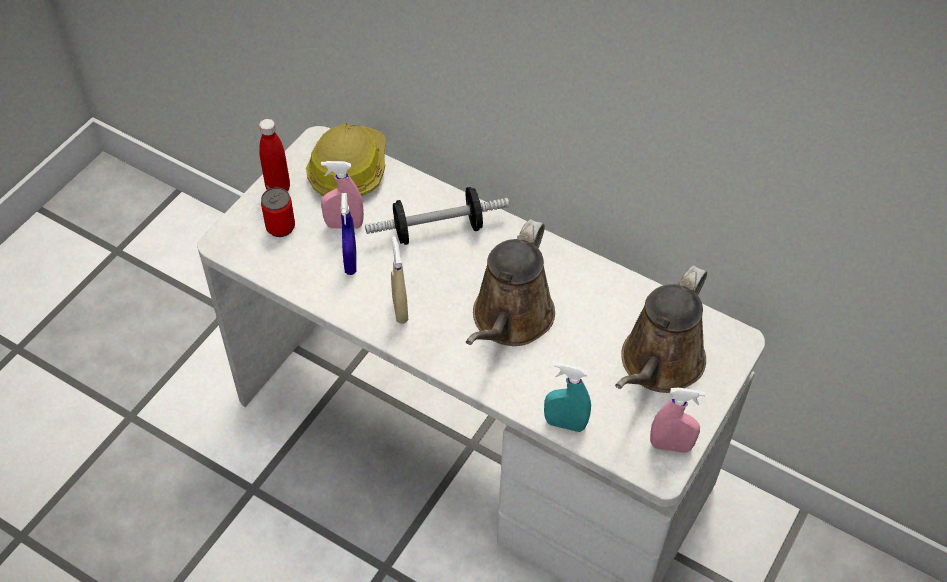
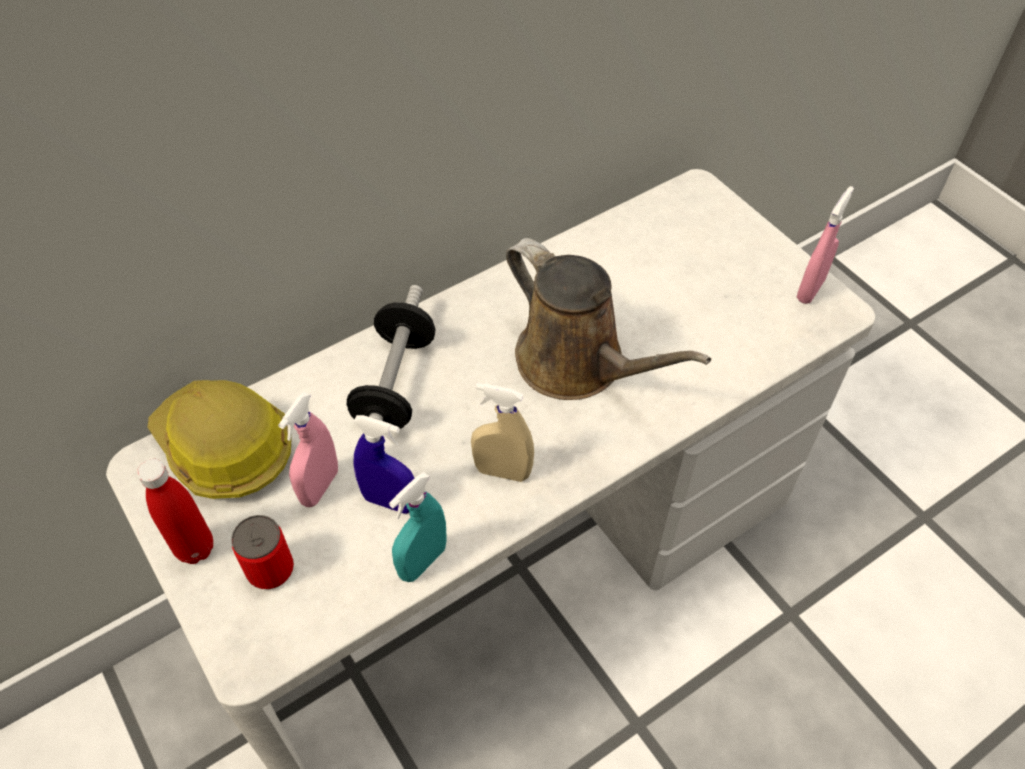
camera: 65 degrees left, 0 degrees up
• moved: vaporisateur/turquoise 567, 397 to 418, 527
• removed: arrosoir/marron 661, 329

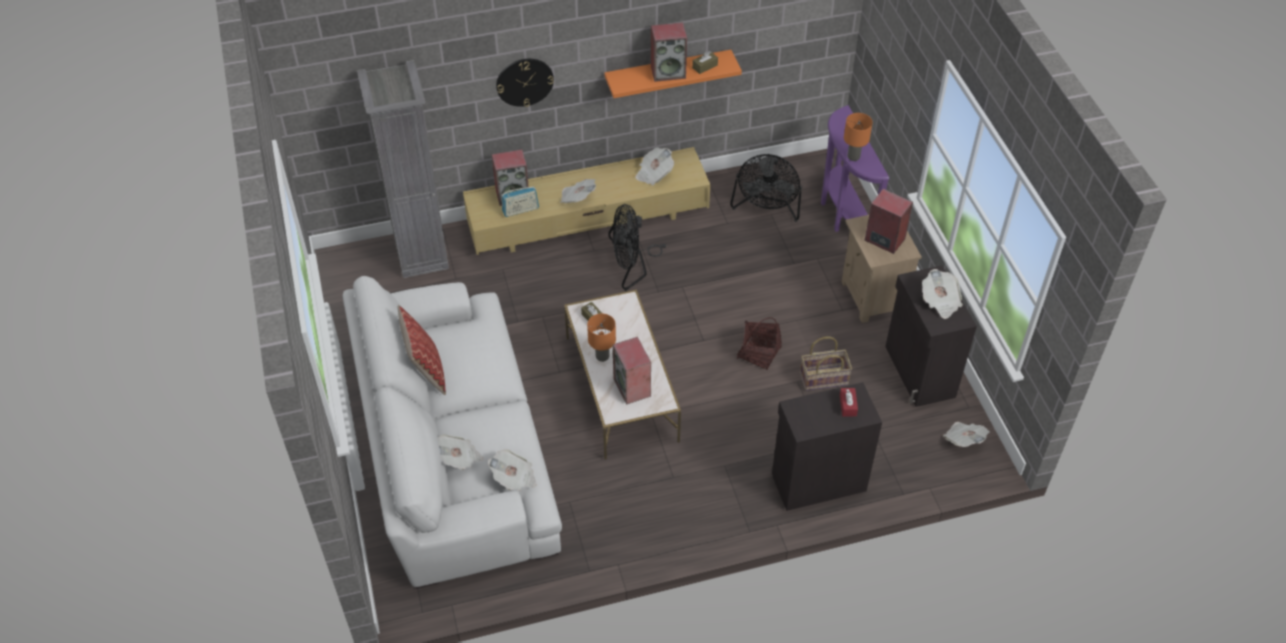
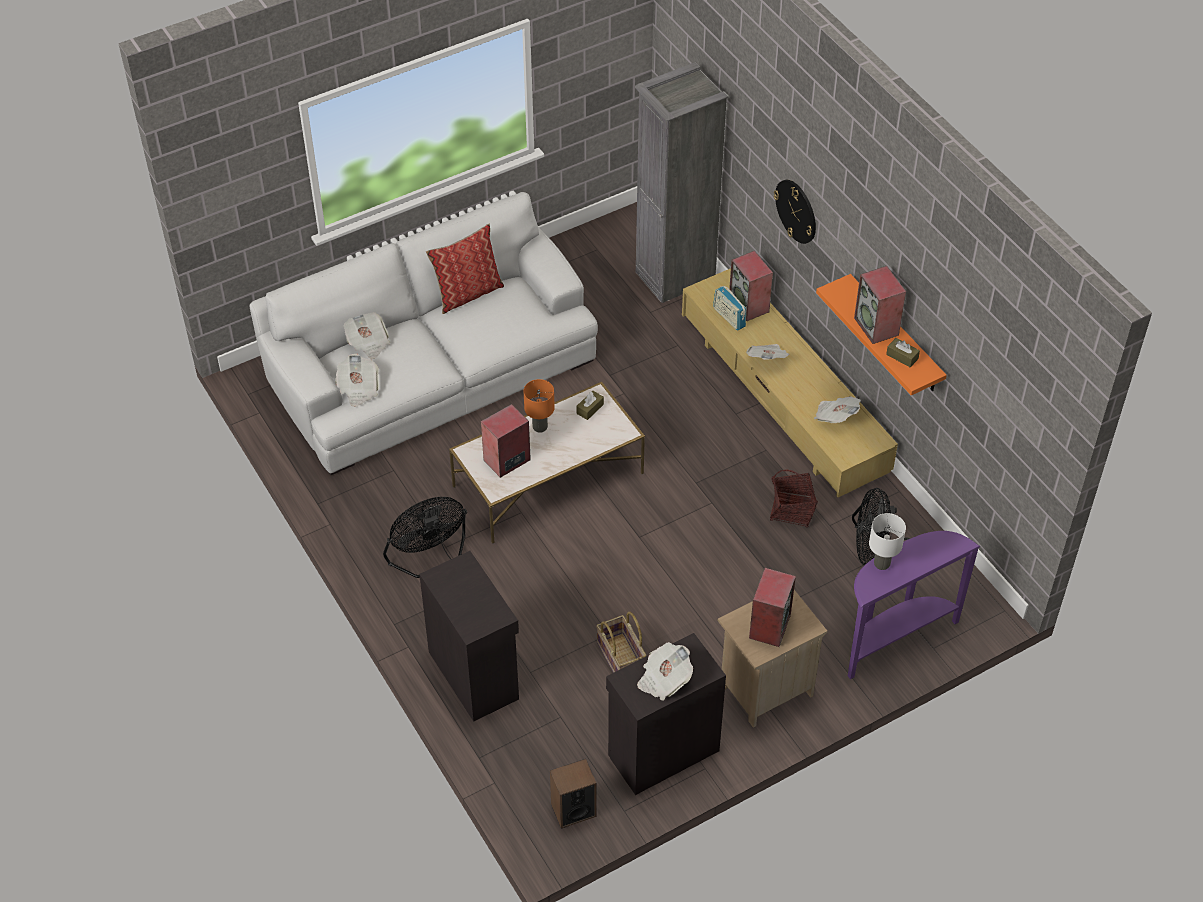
camera: 75 degrees right, 0 degrees up
• moved: ventilateur/noir 637, 247 to 425, 537
• moved: panier 759, 343 to 794, 499
• removed: boîte à mouchoirs/rouge 849, 402
• recoloured: lampe de table/orange 858, 137 to lampe de table/blanc 887, 541
• replaced: journal 966, 434 to enceinte 573, 794

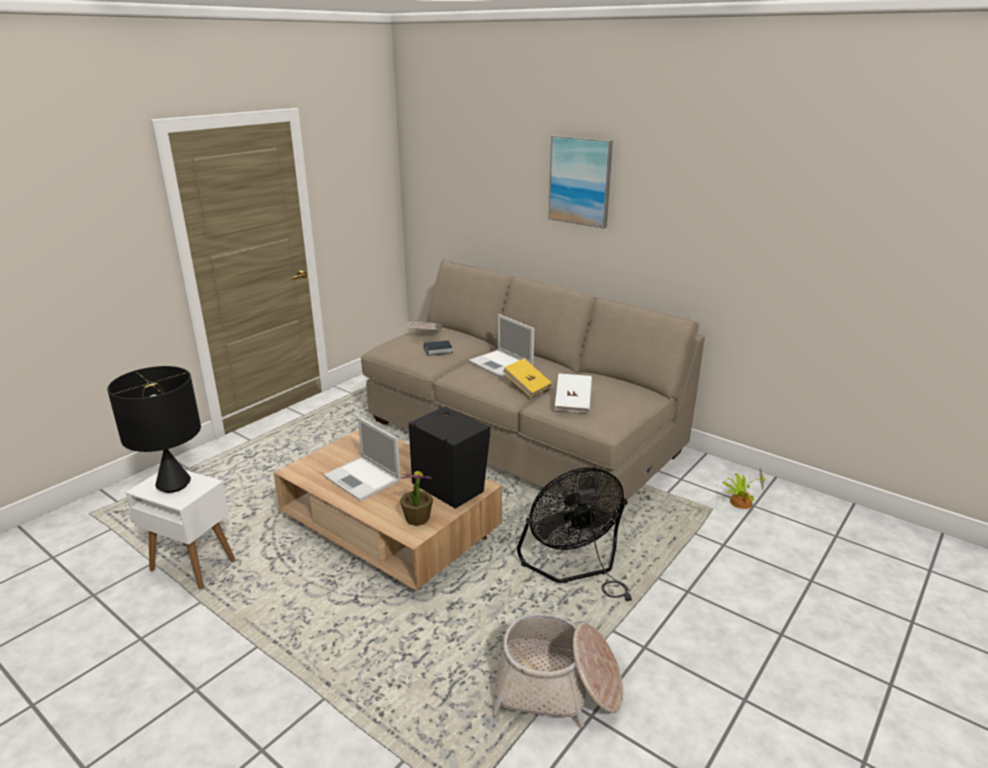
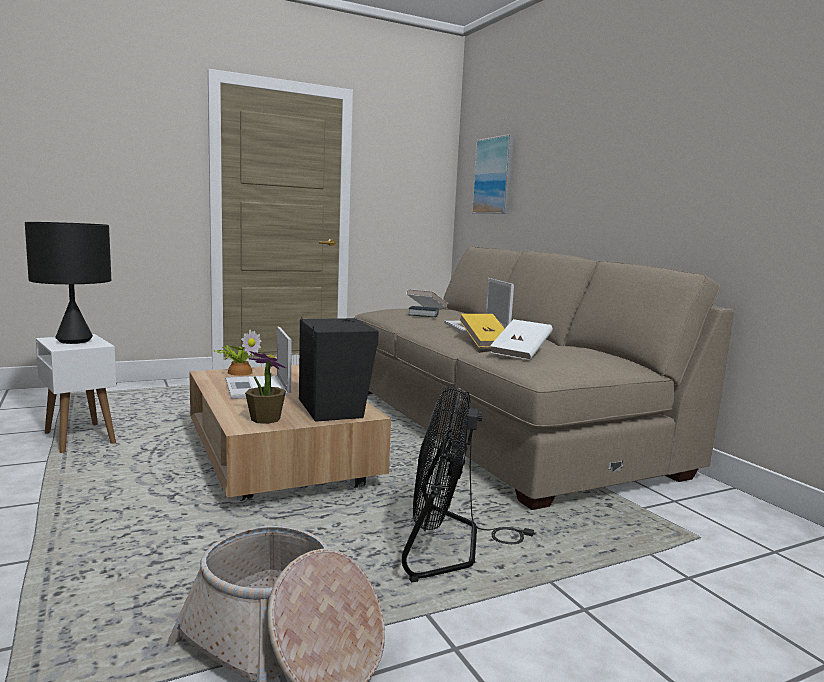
camera: 25 degrees right, 15 degrees down
• turned: ventilateur/noir 574, 535 = 469, 484 90 degrees counterclockwise
• moved: tableau 580, 182 to 493, 174
• moved: plante en pot 743, 488 to 237, 353

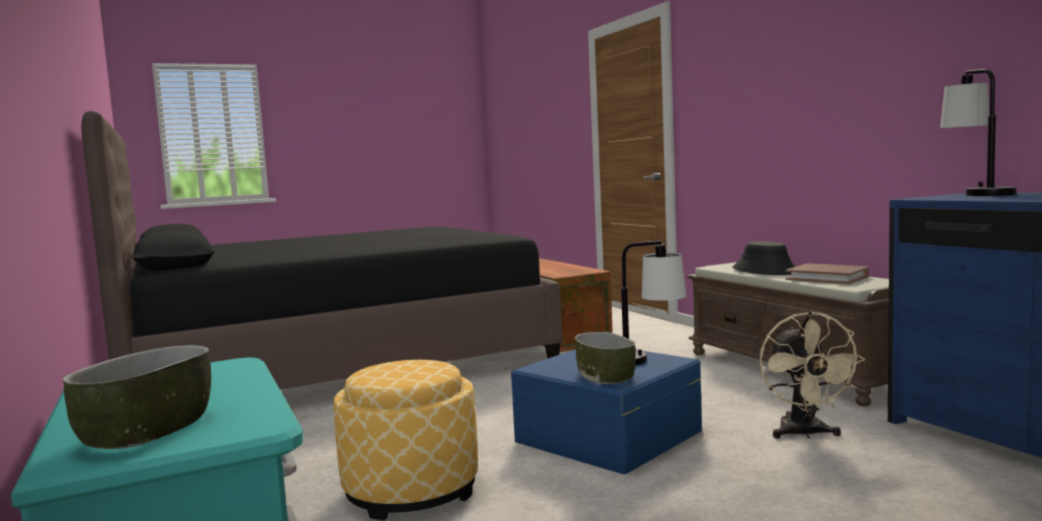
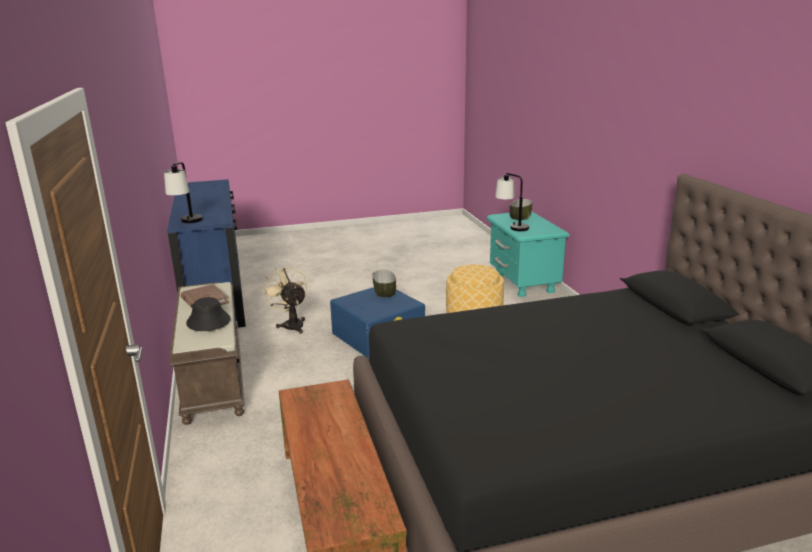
camera: 170 degrees left, 15 degrees up
• moved: lampe de table 653, 303 to 512, 202
• turned: ventilateur/beige 812, 375 = 284, 299 45 degrees counterclockwise

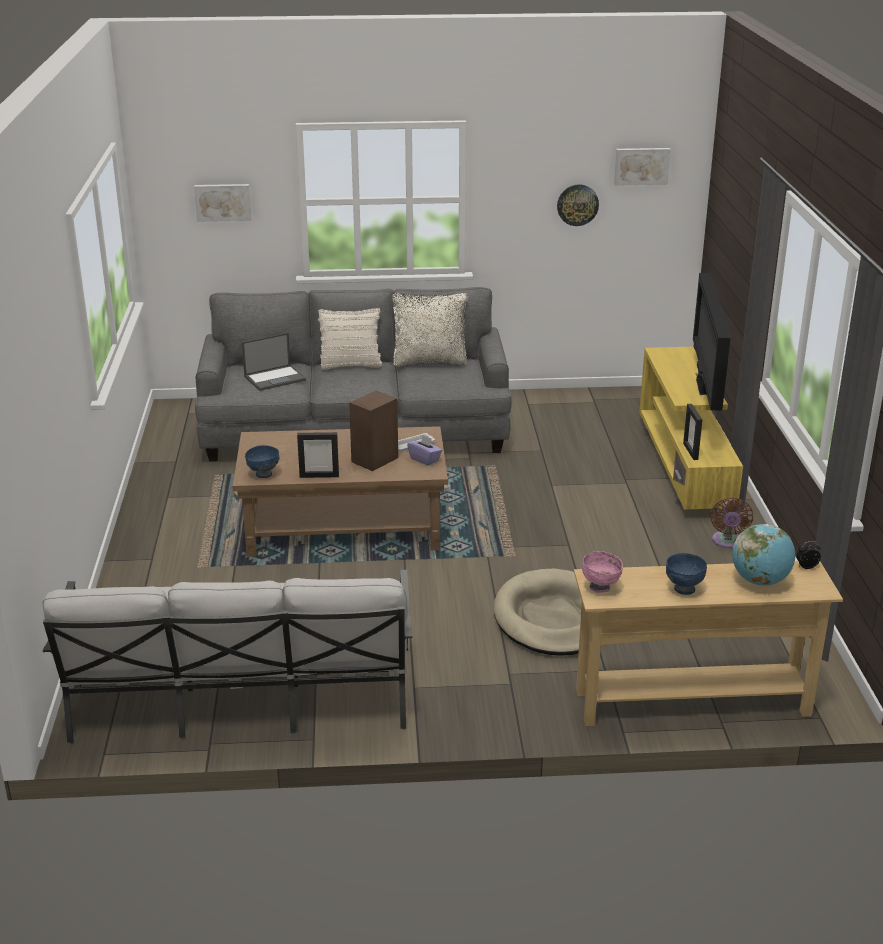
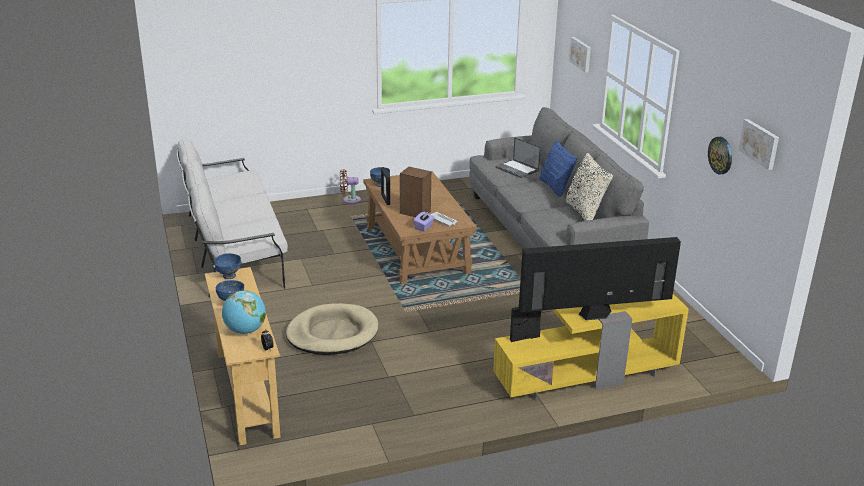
camera: 75 degrees right, 0 degrees up
• recoloured: coussin/beige 350, 339 to coussin/bleu 558, 169
• recoloured: bol/rose 602, 572 to bol/bleu 227, 266
• moved: ventilateur/marron 732, 522 to 350, 186

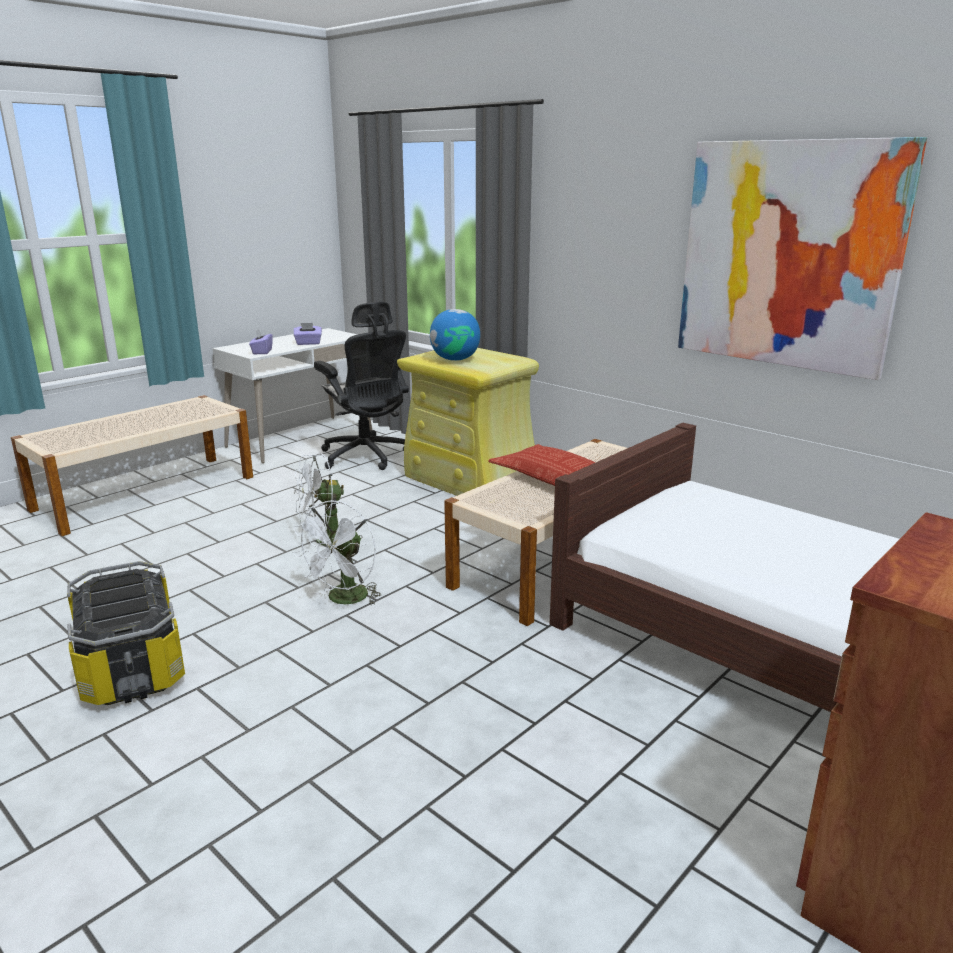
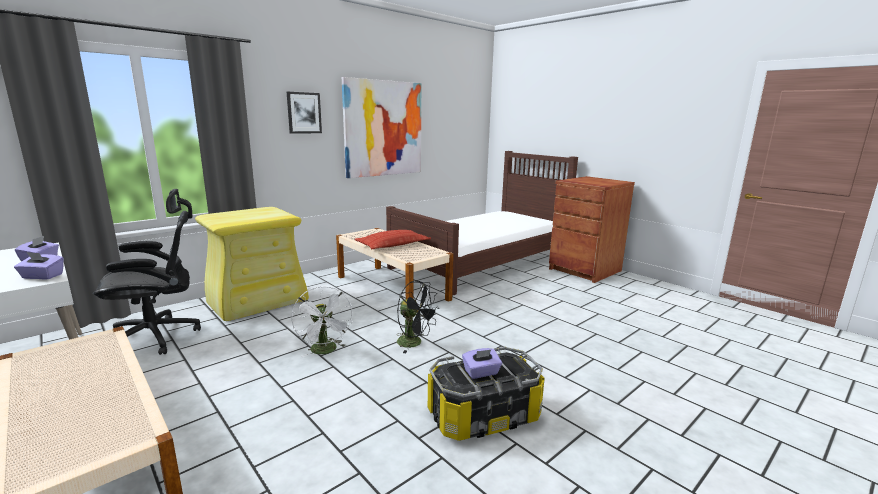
camera: 85 degrees left, 5 degrees down
• recoloured: ventilateur/blanc 336, 552 to ventilateur/noir 418, 316
• removed: globe 455, 335
• added: tableau 304, 113
• added: boîte à mouchoirs/violet 482, 363

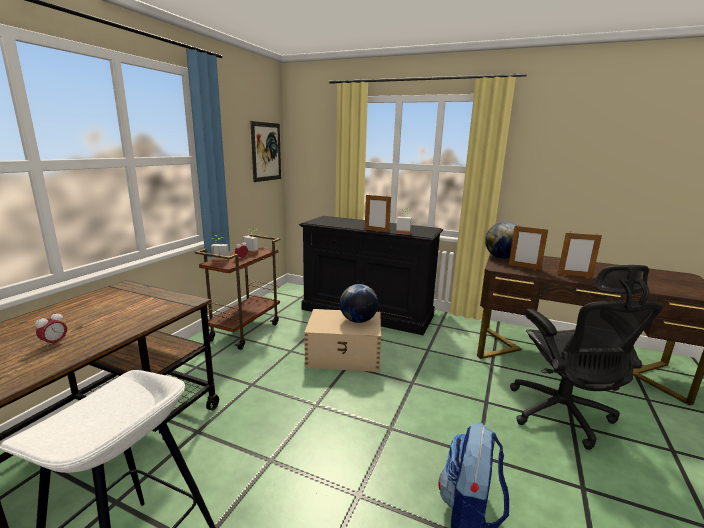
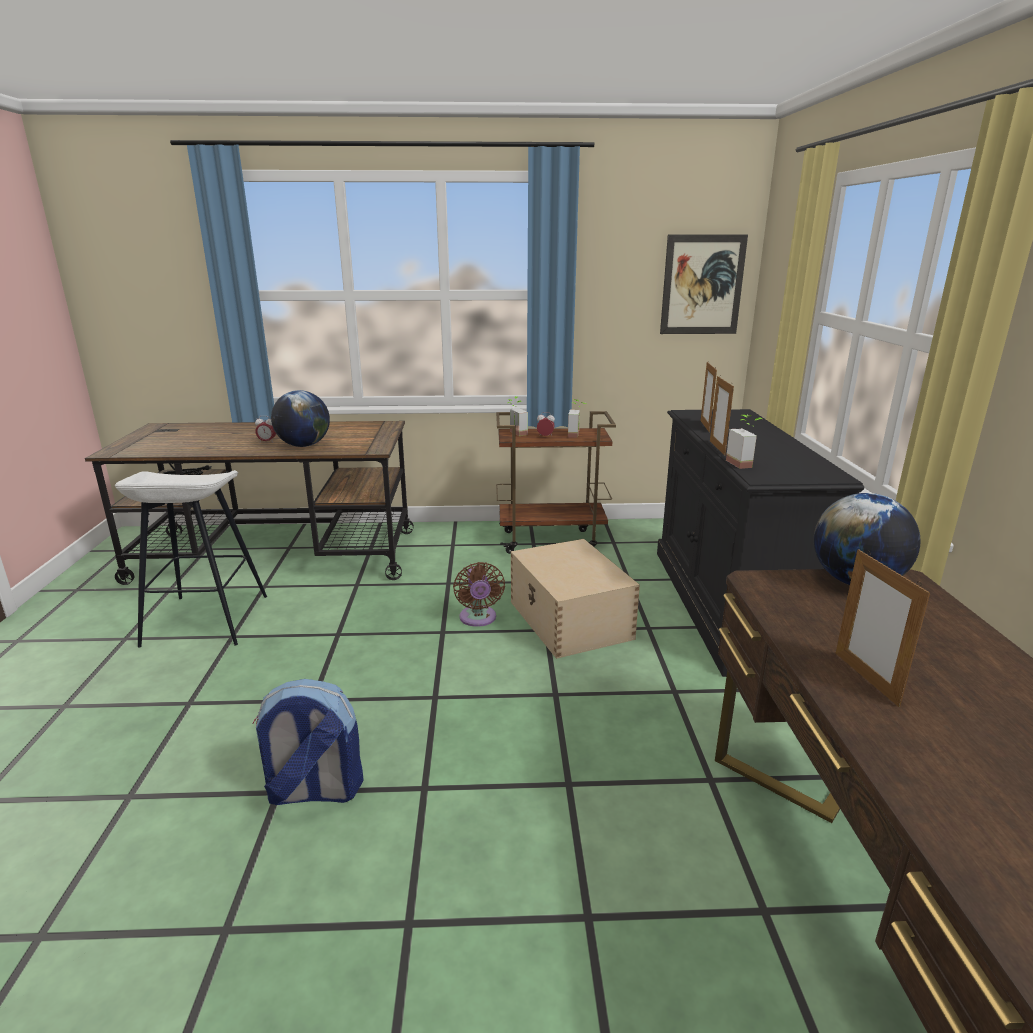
camera: 65 degrees right, 5 degrees up
• moved: globe 359, 303 to 300, 418
• moved: cadre photo 528, 248 to 709, 397
• removed: chaise de bureau 586, 357
• added: ventilateur/marron 479, 594

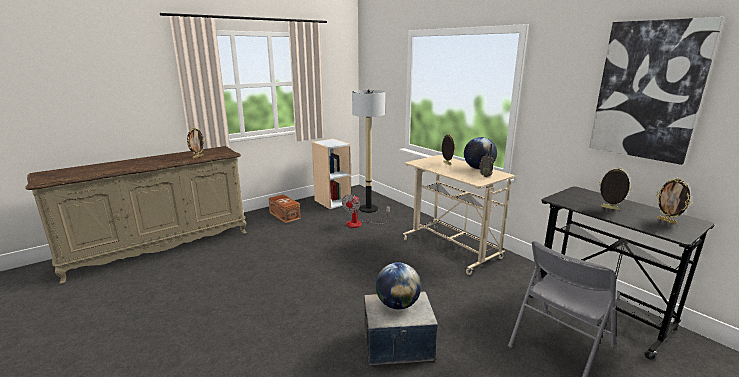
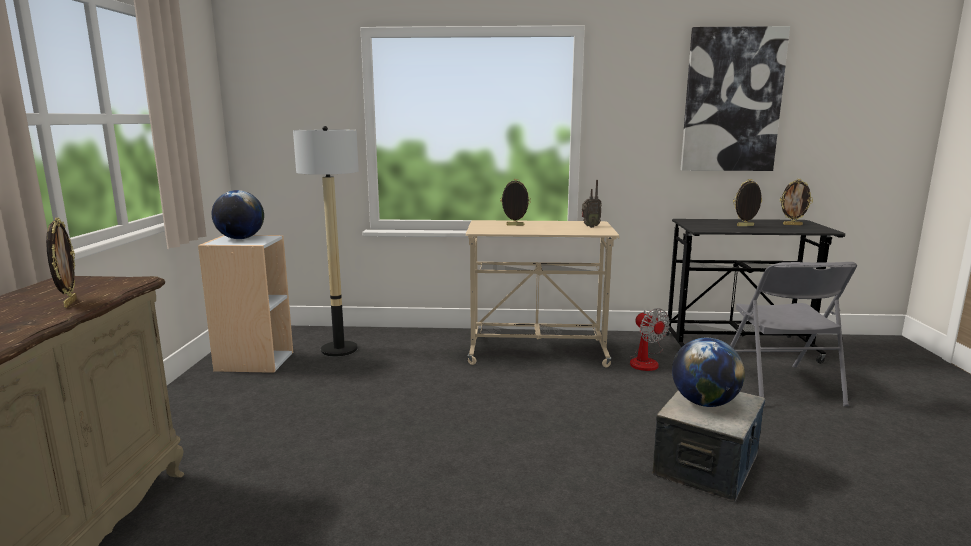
camera: 50 degrees left, 5 degrees down
• removed: boîte de rangement/marron 284, 208
• moved: ventilateur 366, 211 to 650, 339
• moved: globe 480, 153 to 238, 214

